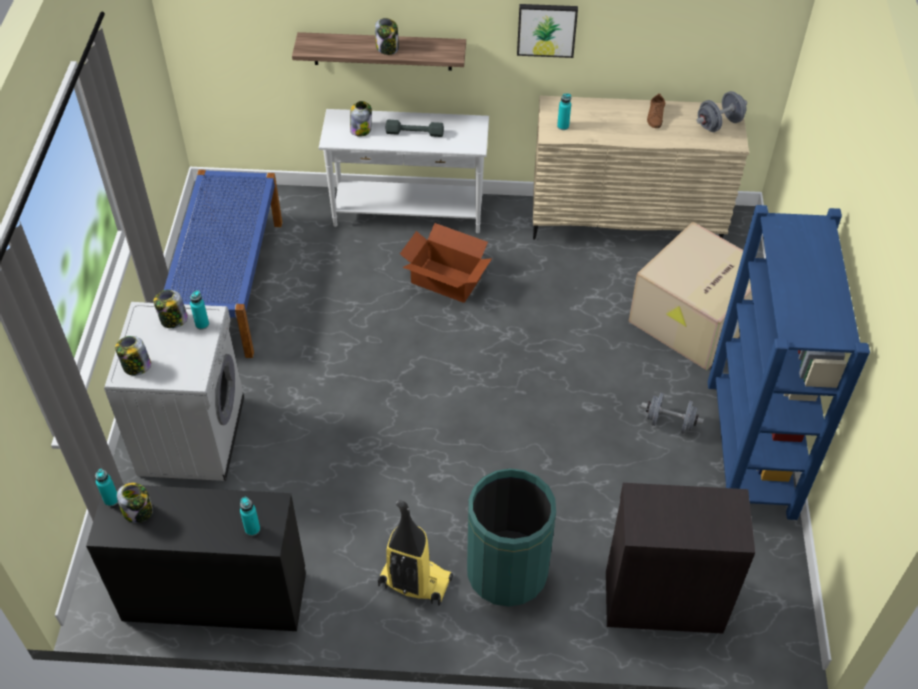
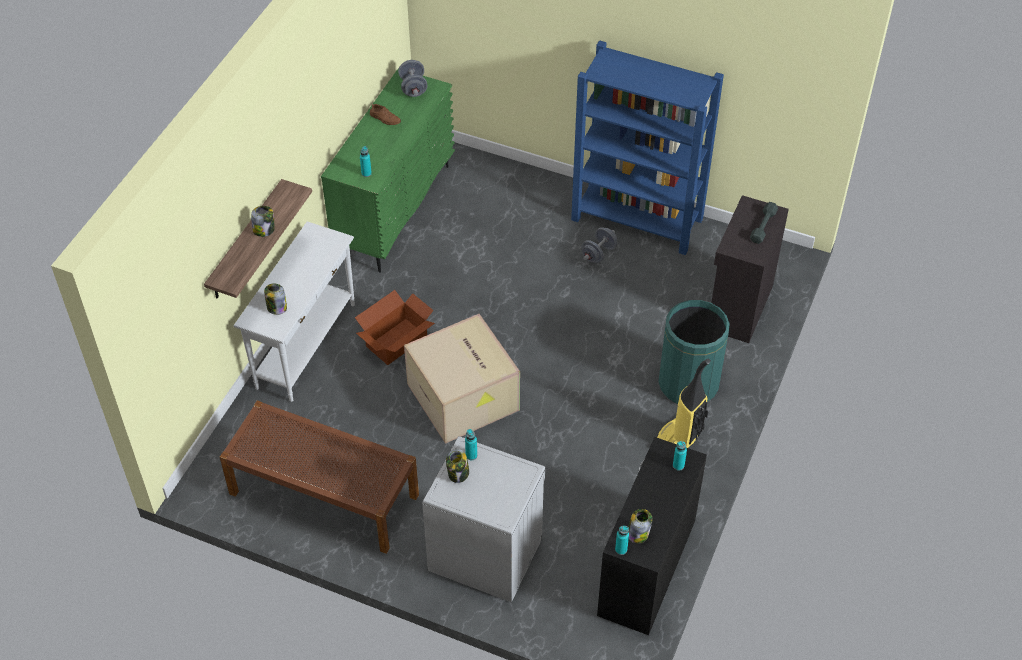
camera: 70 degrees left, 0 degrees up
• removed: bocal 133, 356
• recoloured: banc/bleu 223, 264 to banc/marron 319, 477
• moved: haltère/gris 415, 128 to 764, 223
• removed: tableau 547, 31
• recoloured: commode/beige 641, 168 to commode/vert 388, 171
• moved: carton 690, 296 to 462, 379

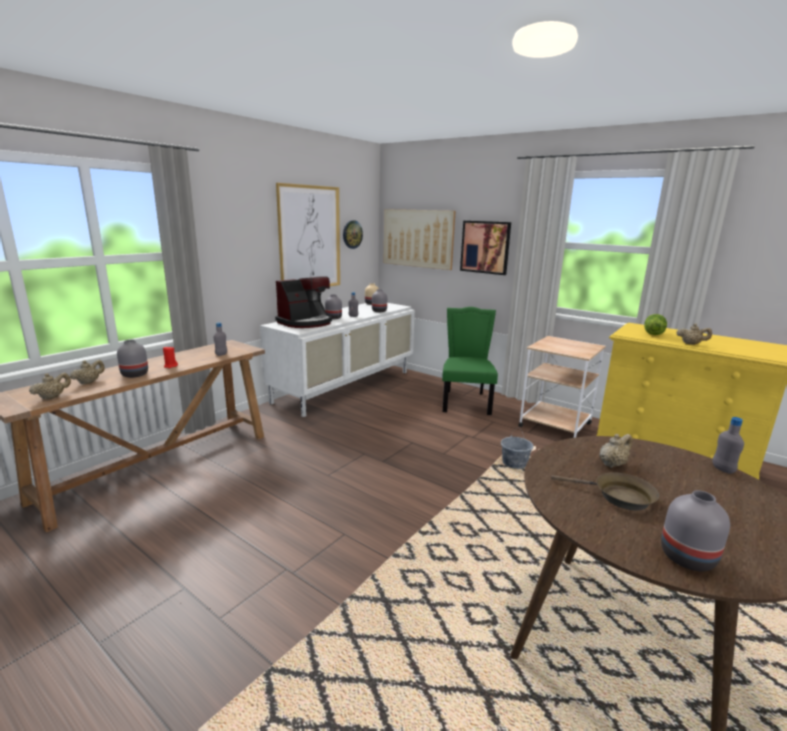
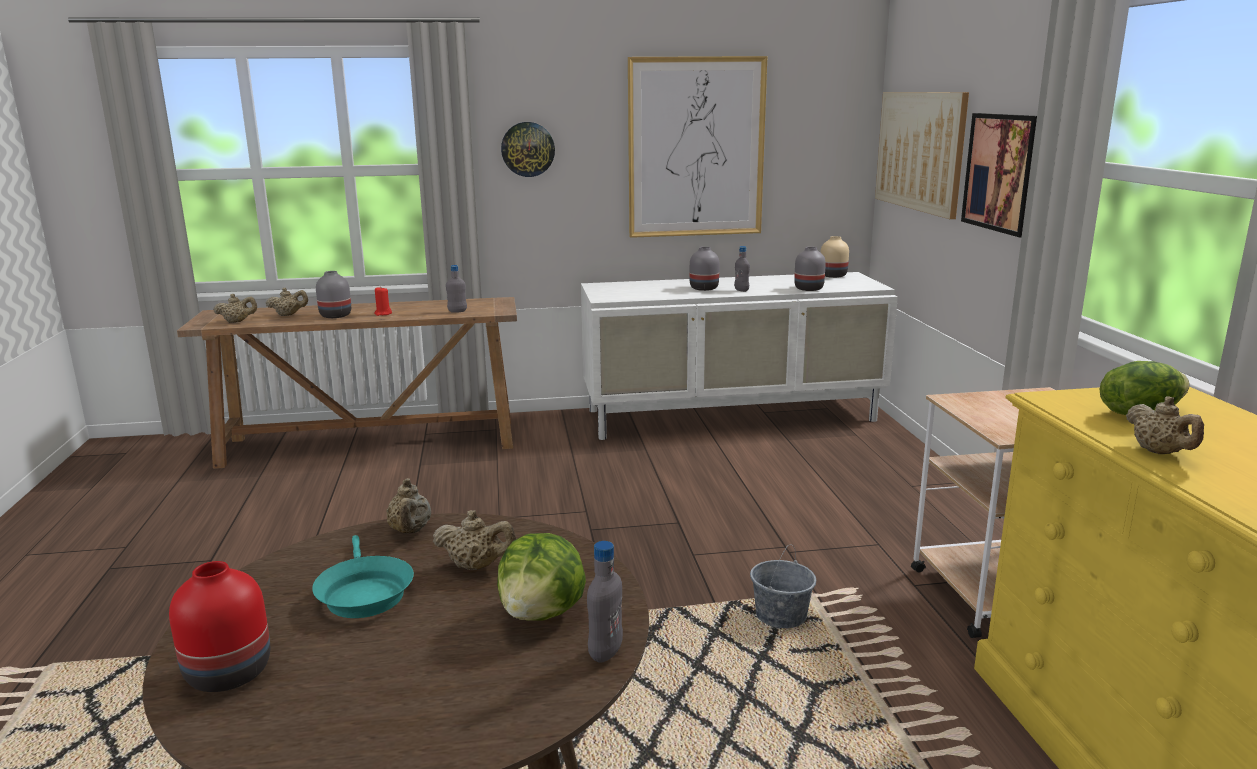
camera: 45 degrees right, 0 degrees up
• removed: machine à café 303, 302
• moved: horloge murale 353, 234 to 528, 149
• removed: chaise/vert 470, 361
• recoloured: poêle/marron 605, 491 to poêle/turquoise 363, 576
• recoloured: vase/gris 695, 530 to vase/rouge 219, 626
• added: théière/beige 408, 505
• added: laitue 541, 577

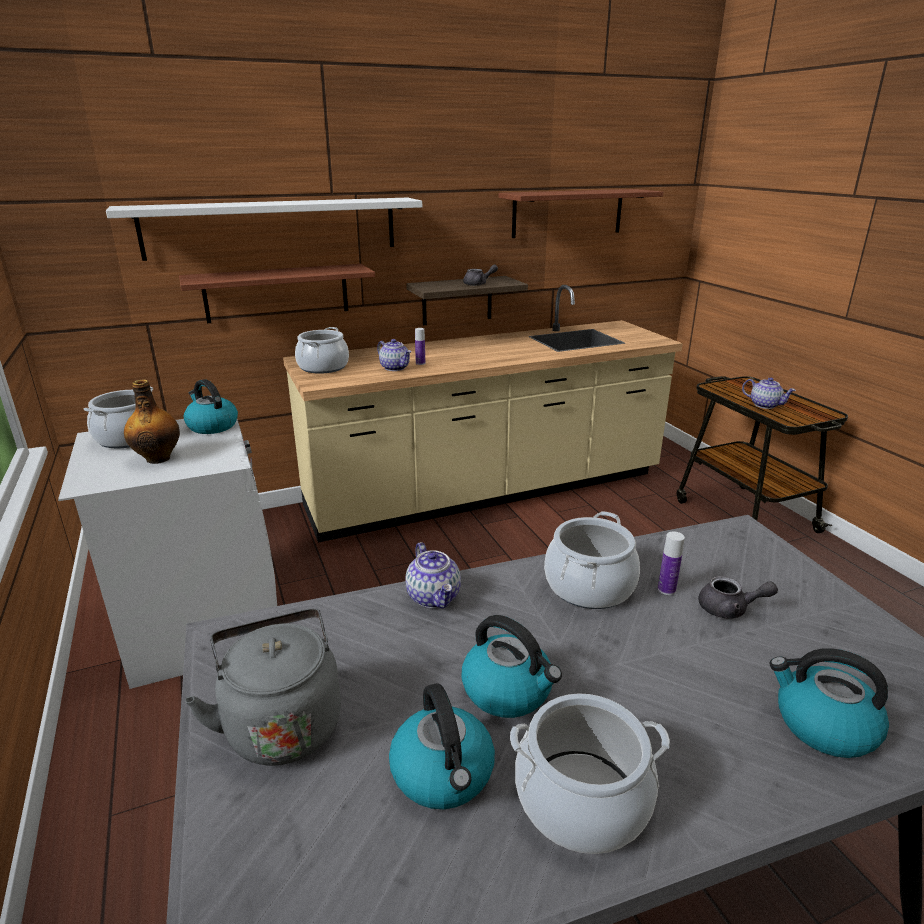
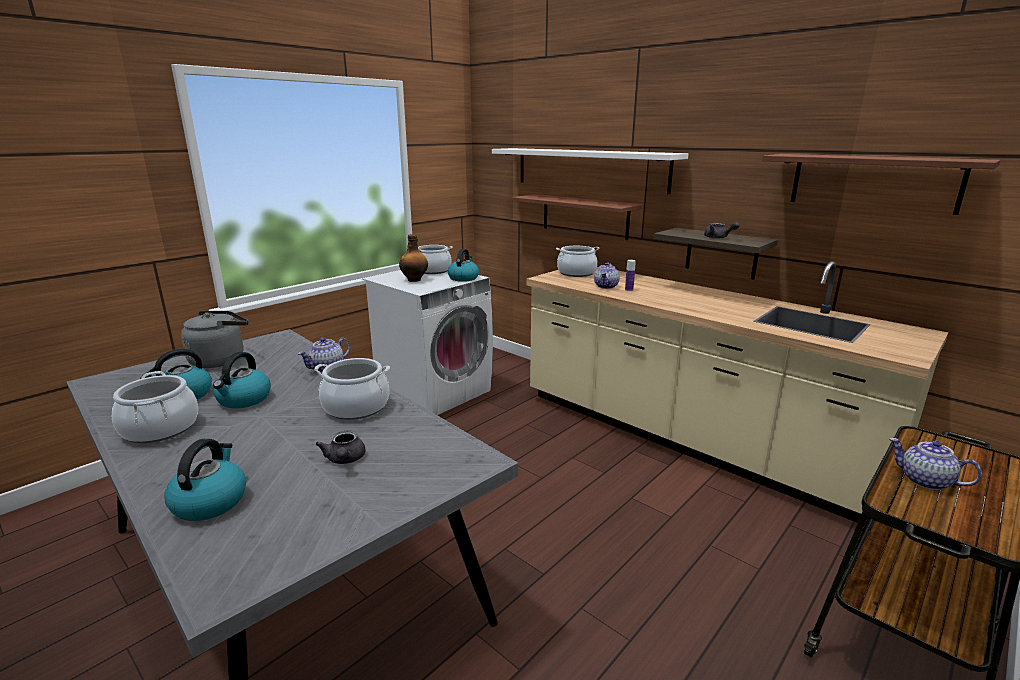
camera: 65 degrees right, 5 degrees down
• removed: bouteille 671, 563
• turned: théière 769, 393 = 936, 464 120 degrees clockwise

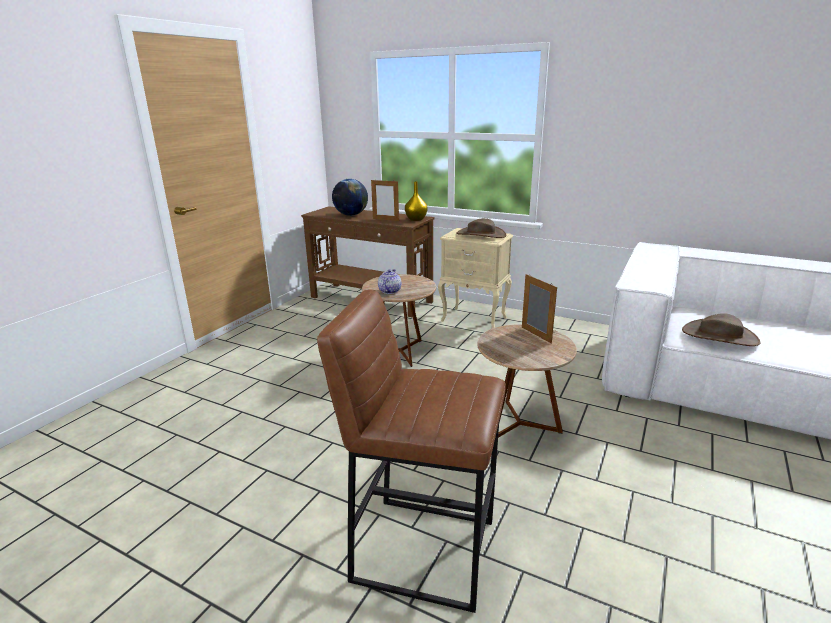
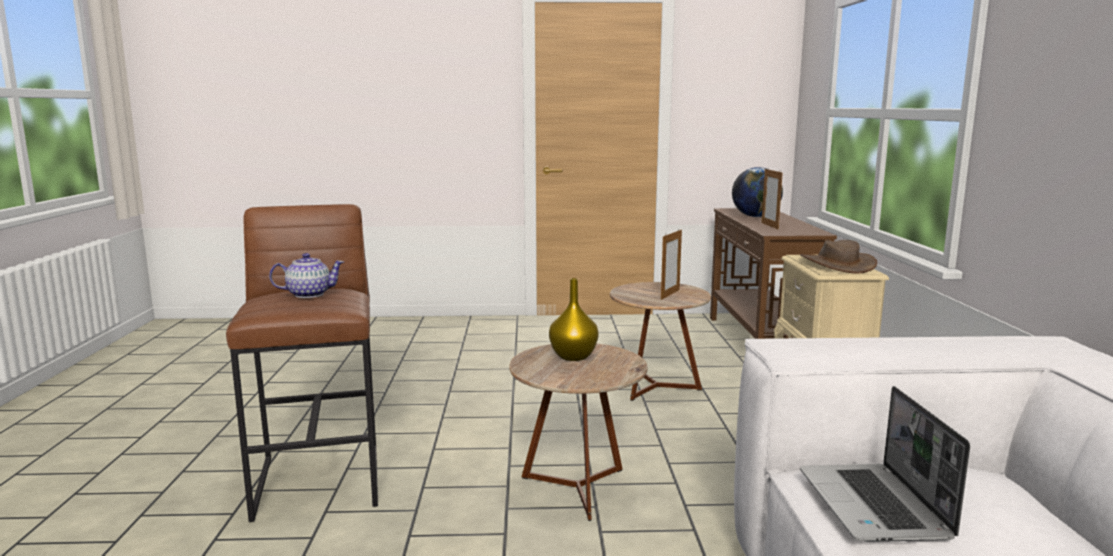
camera: 60 degrees right, 10 degrees down
• moved: théière 389, 281 to 306, 275
• moved: vase/jaune 416, 201 to 574, 319
• moved: cadre photo 539, 309 to 671, 264
• replaced: chapeau/marron 721, 329 to ordinateur portable 885, 464

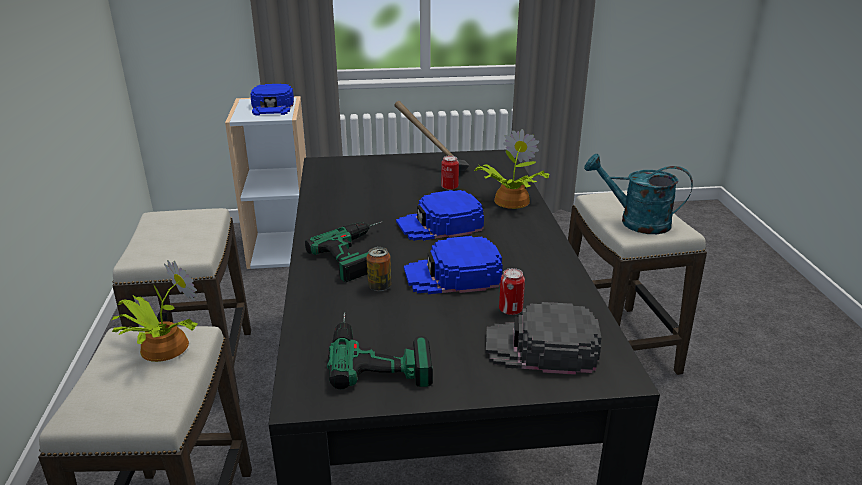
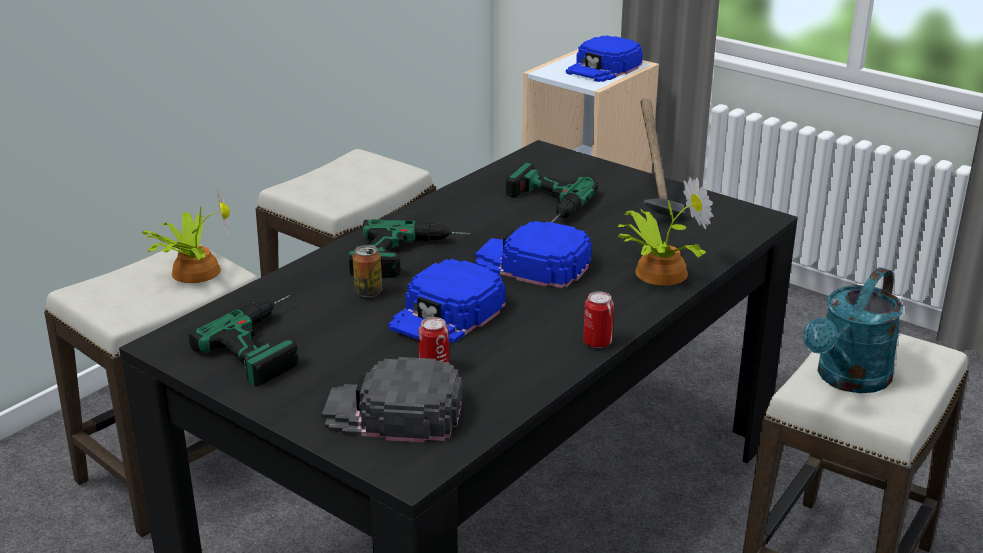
camera: 45 degrees right, 0 degrees up
• turned: casquette/bleu 453, 265 = 447, 301 90 degrees counterclockwise
• moved: boîte métallique 450, 172 to 598, 319
• turned: casquette/noir 543, 338 = 392, 400 45 degrees counterclockwise
• turned: arrosoir/turquoise 638, 194 = 853, 330 120 degrees counterclockwise
• added: perceuse 552, 193

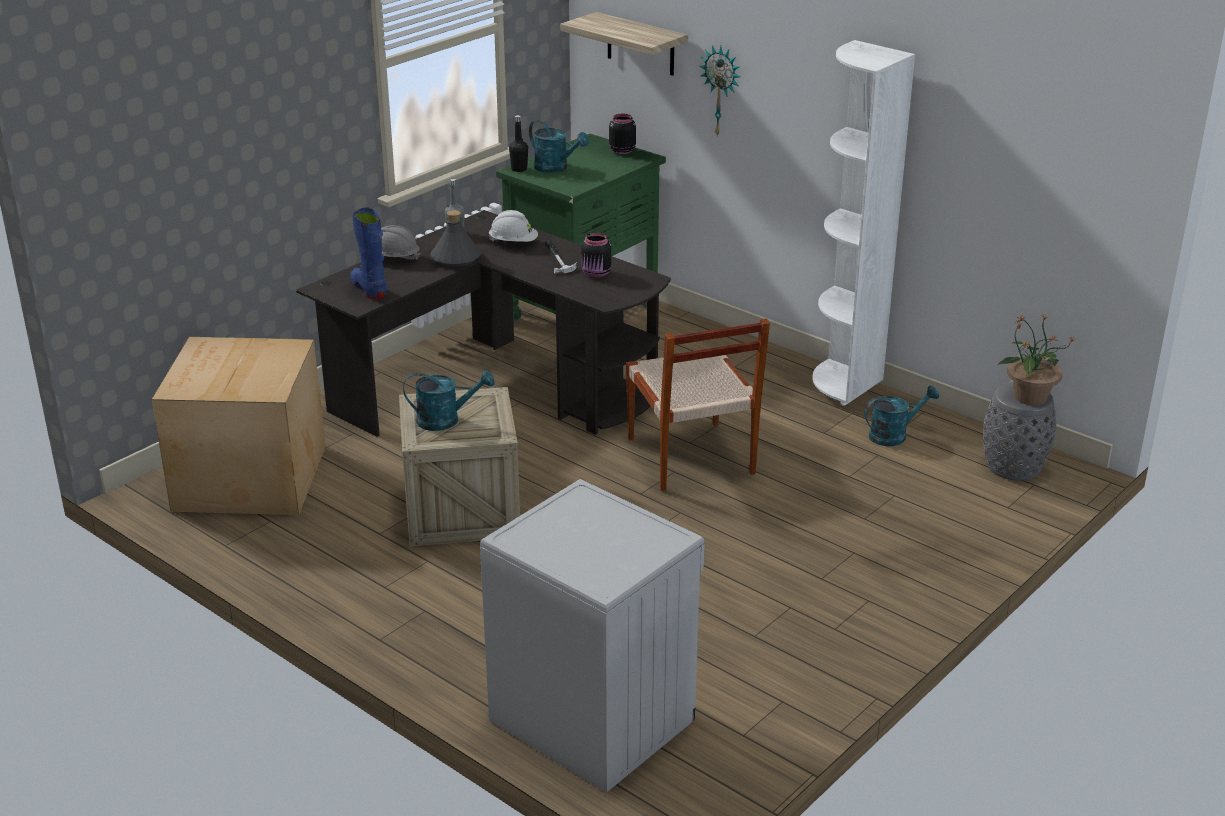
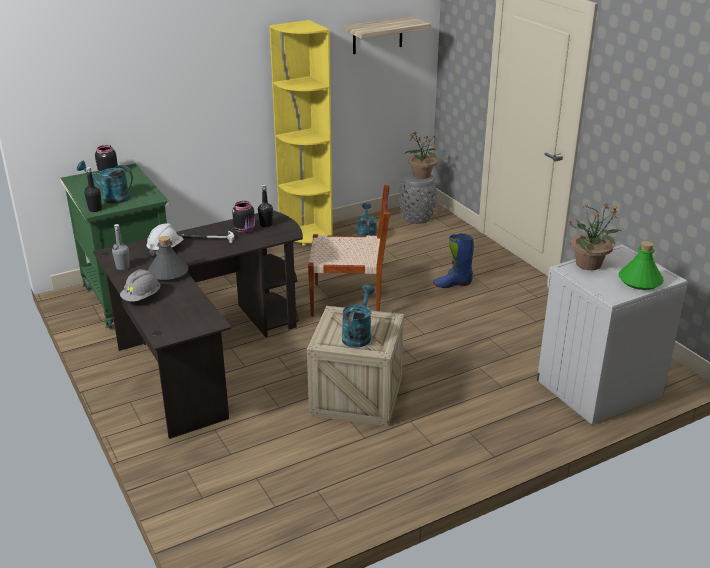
camera: 70 degrees left, 0 degrees up
• removed: carton 239, 426
• moved: botte/bleu 368, 253 to 453, 260
• turned: arrosoir/turquoise 559, 146 = 105, 182 135 degrees counterclockwise
• moved: étagère 624, 44 to 387, 35
• removed: horloge murale 719, 91
• recoloured: bibliothèque/blanc 863, 223 to bibliothèque/jaune 301, 133
• added: bouteille/noir 265, 205
• added: plante en pot 594, 236
• added: bouteille/vert 641, 265

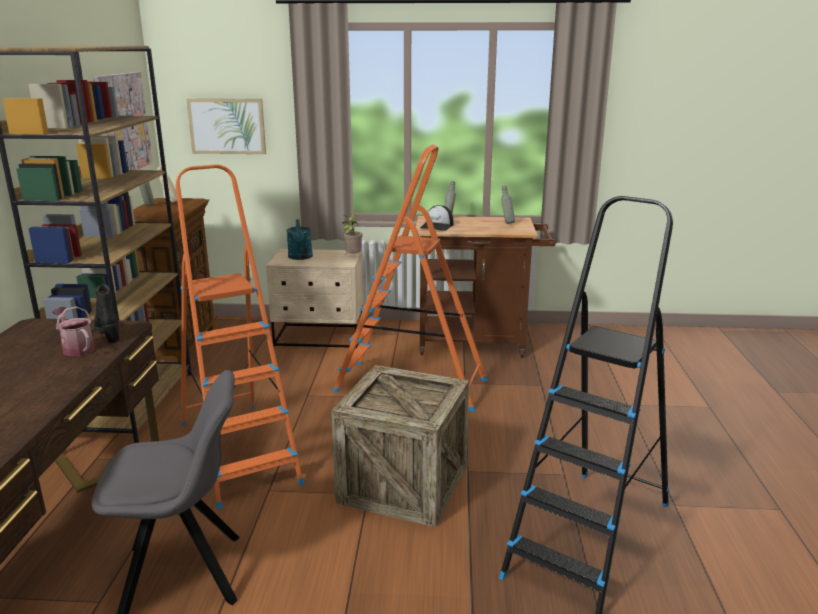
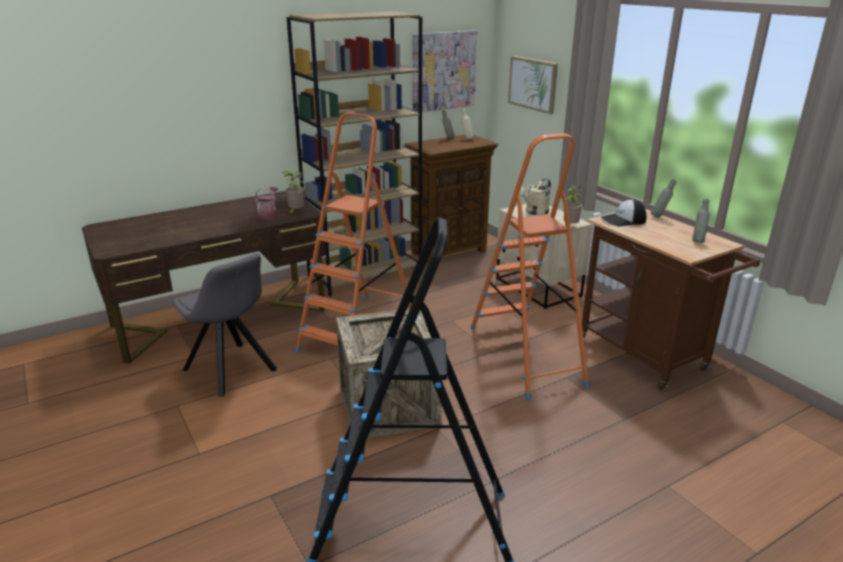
camera: 55 degrees right, 5 degrees up
• replaced: botte/noir 107, 313 to plante en pot 293, 193
• recoloured: arrosoir/turquoise 299, 239 to arrosoir/beige 534, 196

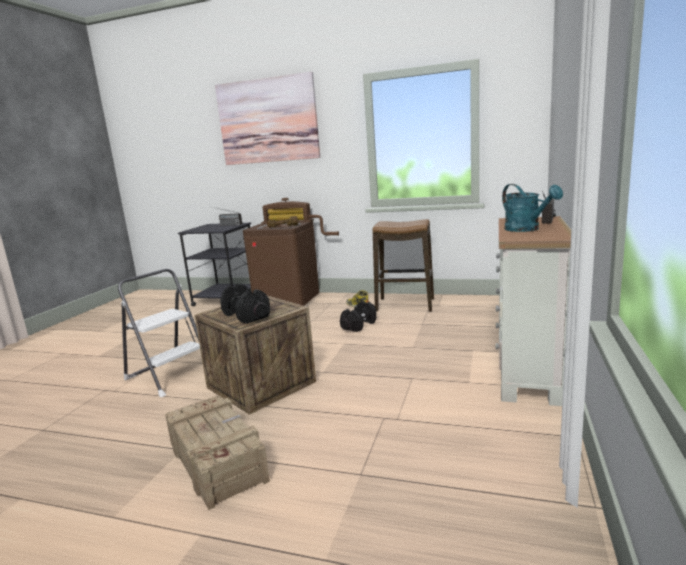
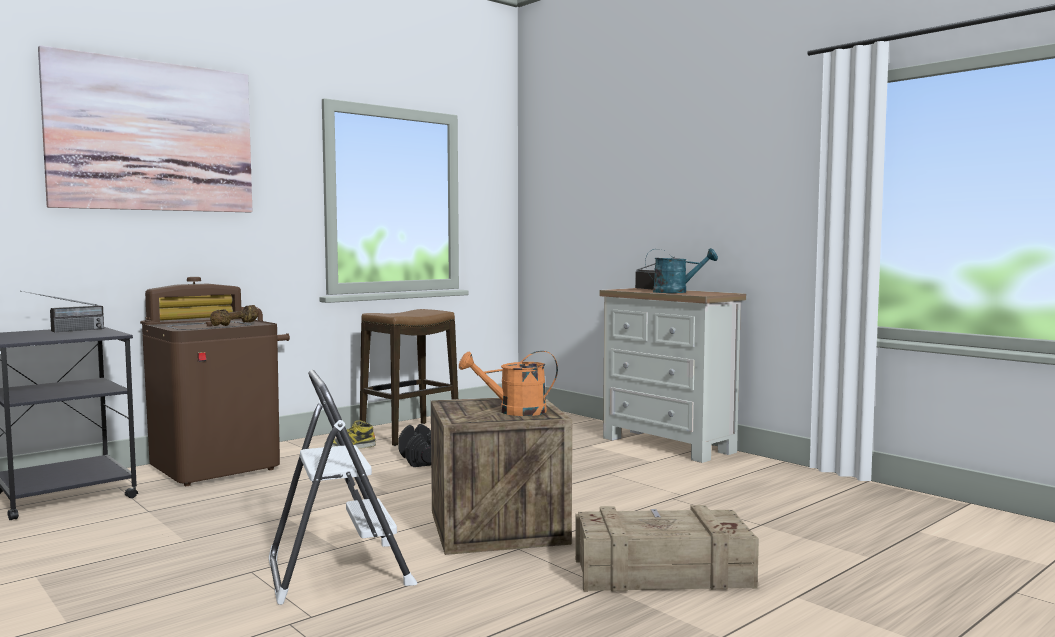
camera: 60 degrees left, 10 degrees down
• replaced: haltère/noir 245, 303 to arrosoir/orange 508, 383

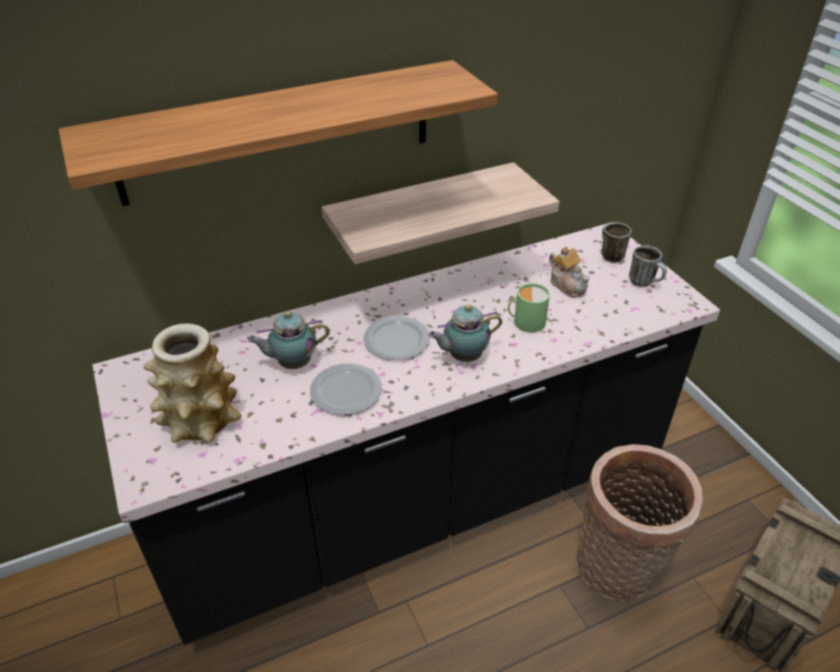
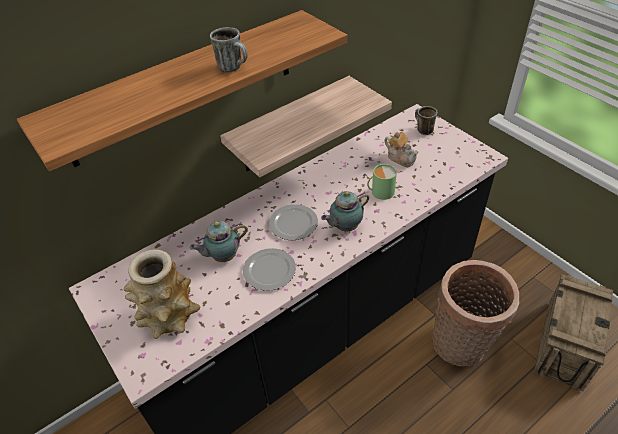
camera: 10 degrees left, 5 degrees up
• moved: mug 648, 266 to 229, 49

